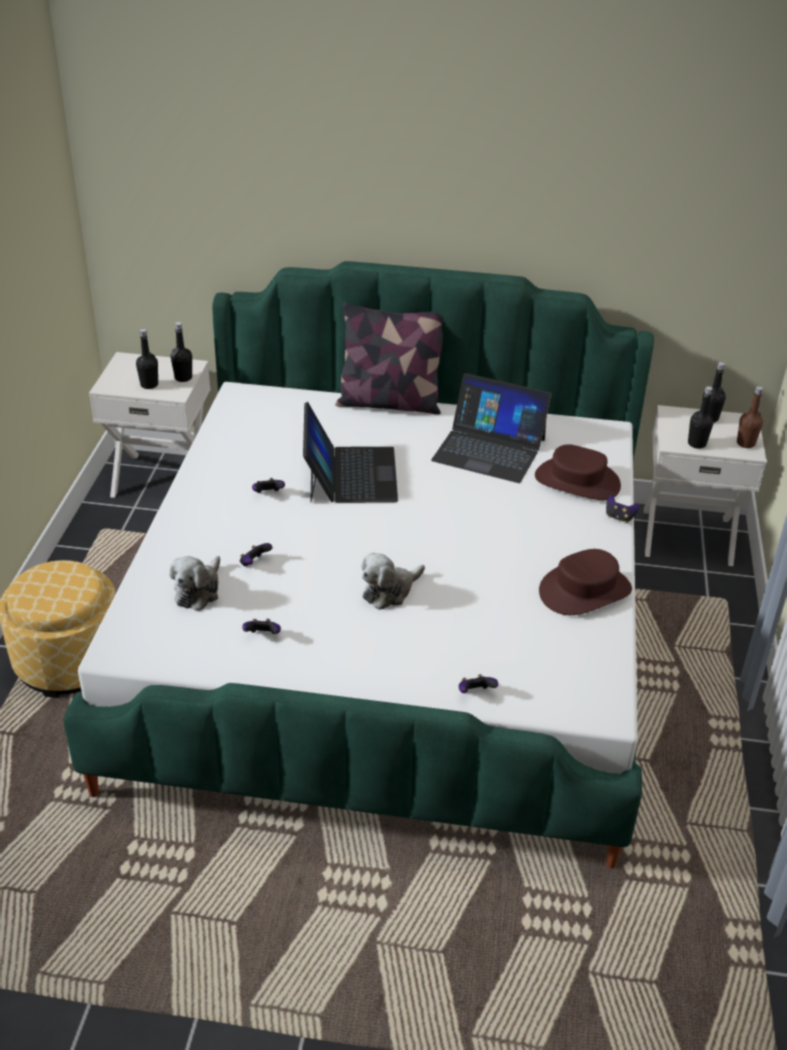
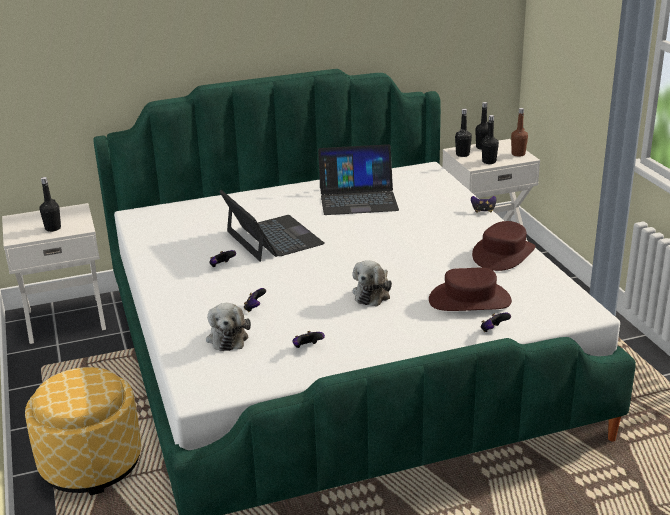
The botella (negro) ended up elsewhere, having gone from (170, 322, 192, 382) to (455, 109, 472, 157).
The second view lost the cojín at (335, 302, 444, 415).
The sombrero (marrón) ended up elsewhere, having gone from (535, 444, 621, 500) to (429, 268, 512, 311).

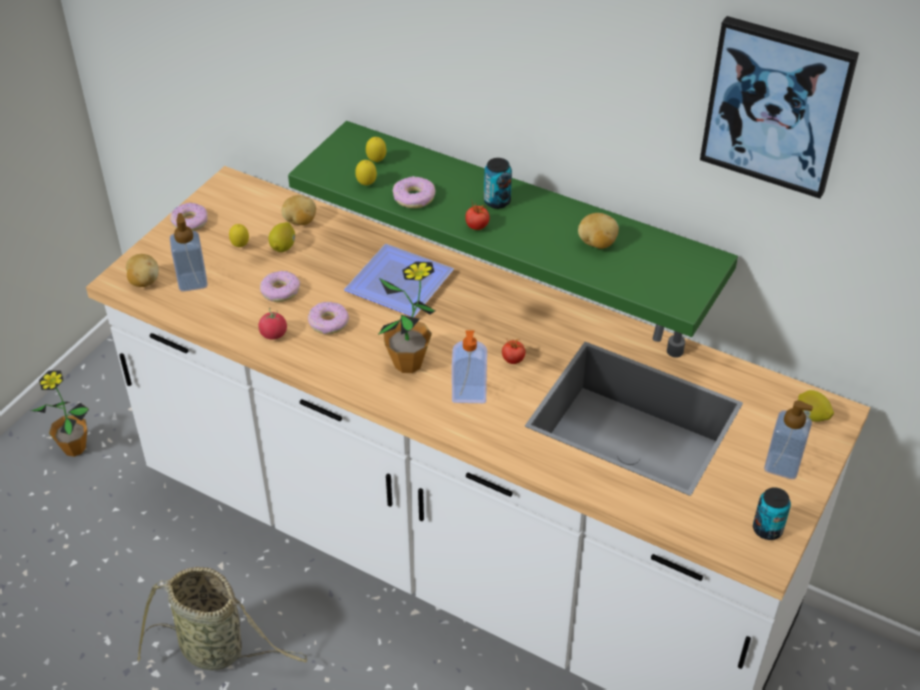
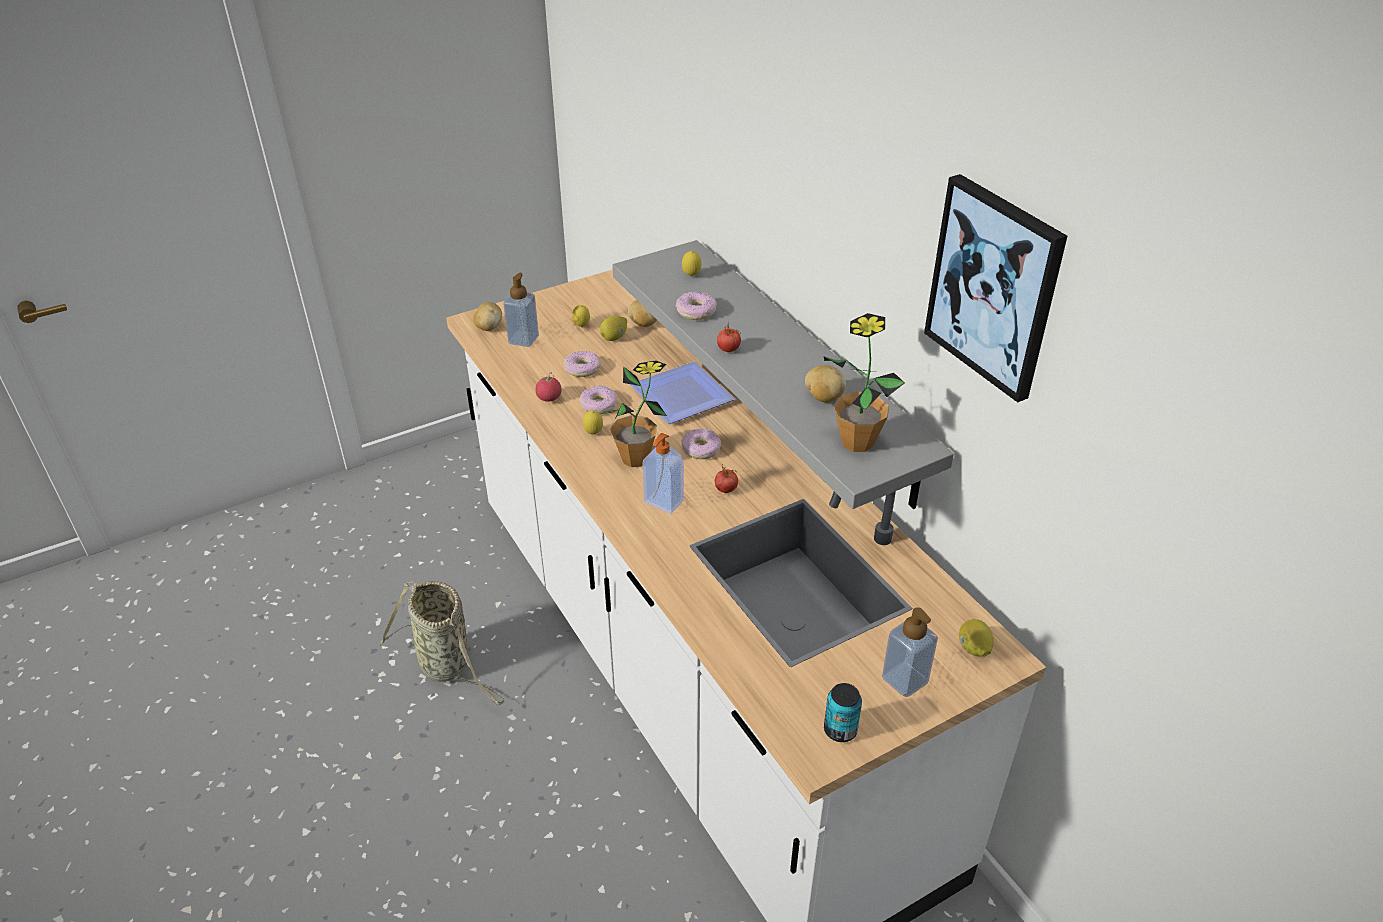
The planta en maceta ended up elsewhere, having gone from (30, 370, 89, 457) to (824, 313, 905, 452).
The rosquilla ended up elsewhere, having gone from (170, 202, 208, 231) to (681, 428, 721, 459).
What was the estante (verde) at (288, 121, 738, 337) turned into the estante (gris) at (612, 240, 954, 509).
The limón ended up elsewhere, having gone from (355, 160, 377, 186) to (583, 410, 603, 435).
The second view lost the lata at (484, 158, 512, 209).

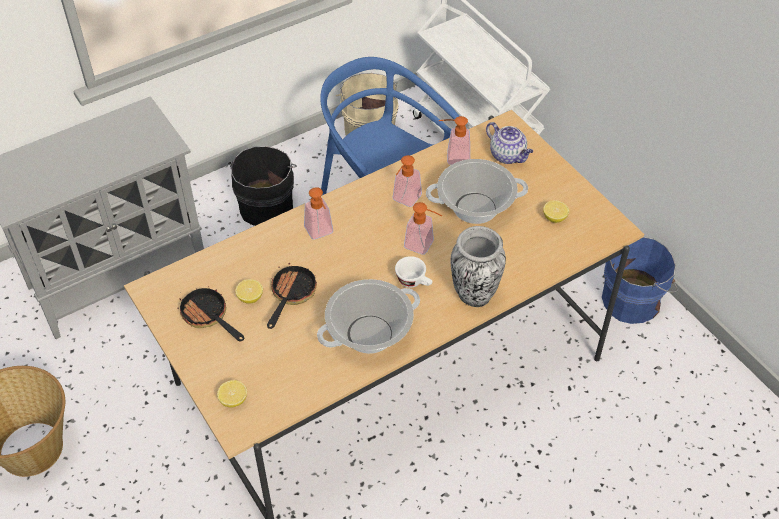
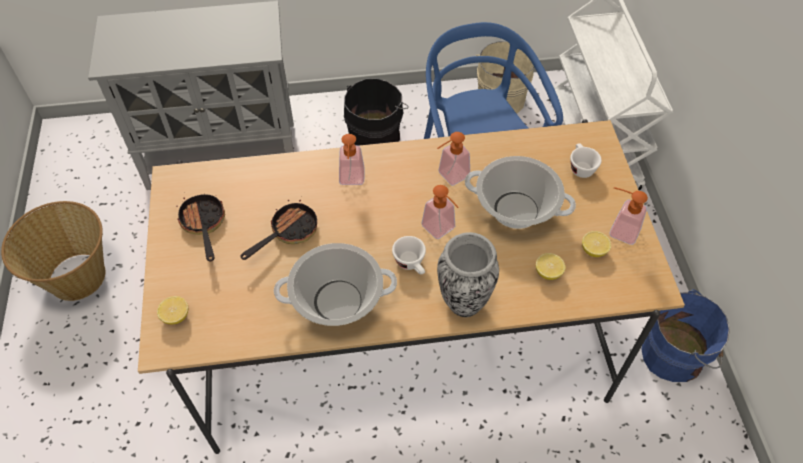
The limón ended up elsewhere, having gone from (235, 279, 263, 304) to (536, 253, 566, 280).
The dispensador de jabón ended up elsewhere, having gone from (439, 116, 470, 165) to (609, 187, 648, 245).
Where the tetera stood at (486, 122, 533, 164), the taza (blanco) came to stand at (570, 143, 602, 178).

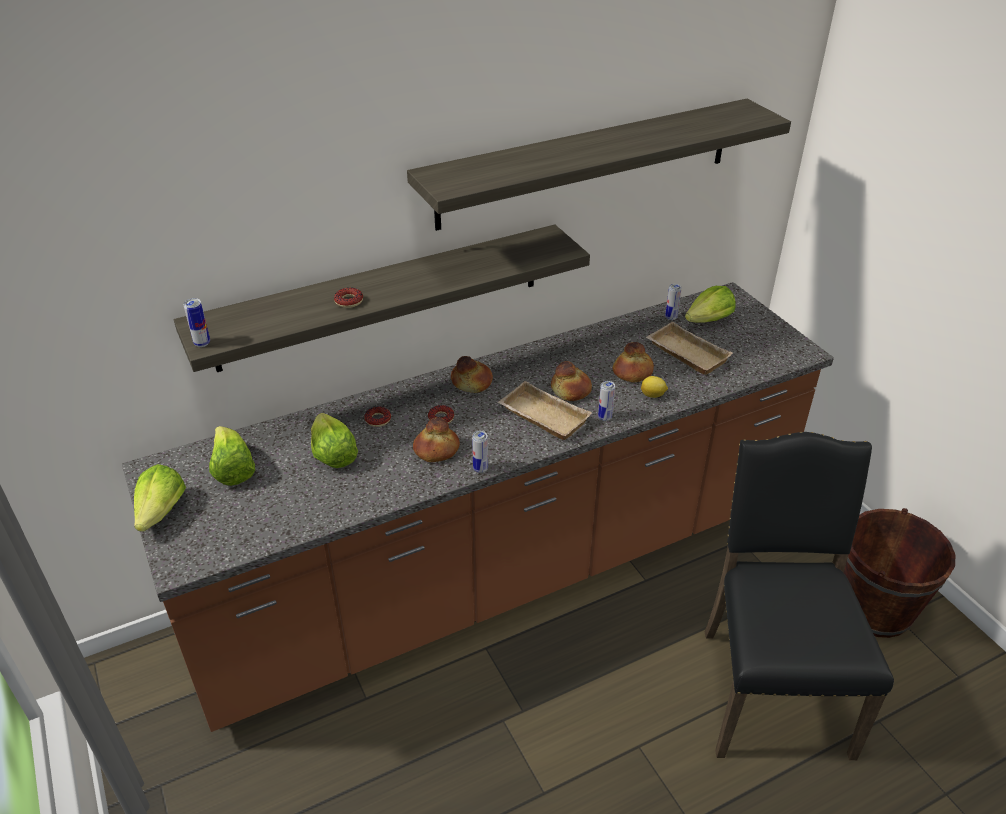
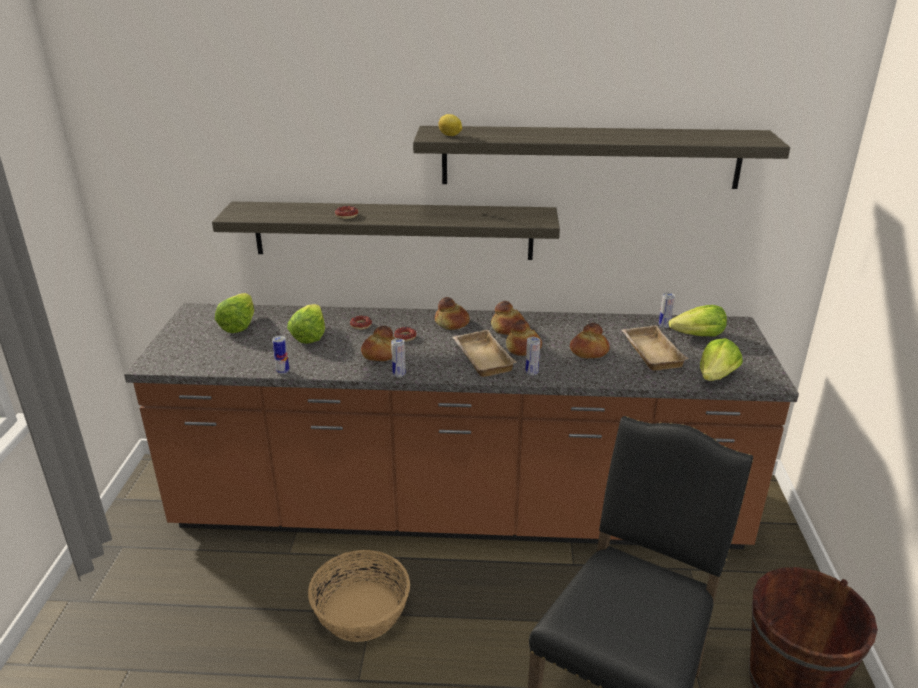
The lechuga ended up elsewhere, having gone from (134, 464, 186, 532) to (700, 338, 743, 381).
The lata ended up elsewhere, having gone from (183, 298, 210, 347) to (272, 335, 289, 374).
The limón ended up elsewhere, having gone from (641, 376, 668, 398) to (438, 114, 462, 136).
The second view gained the cesta at (308, 550, 410, 642).
The second view gained the pan at (491, 301, 525, 335).

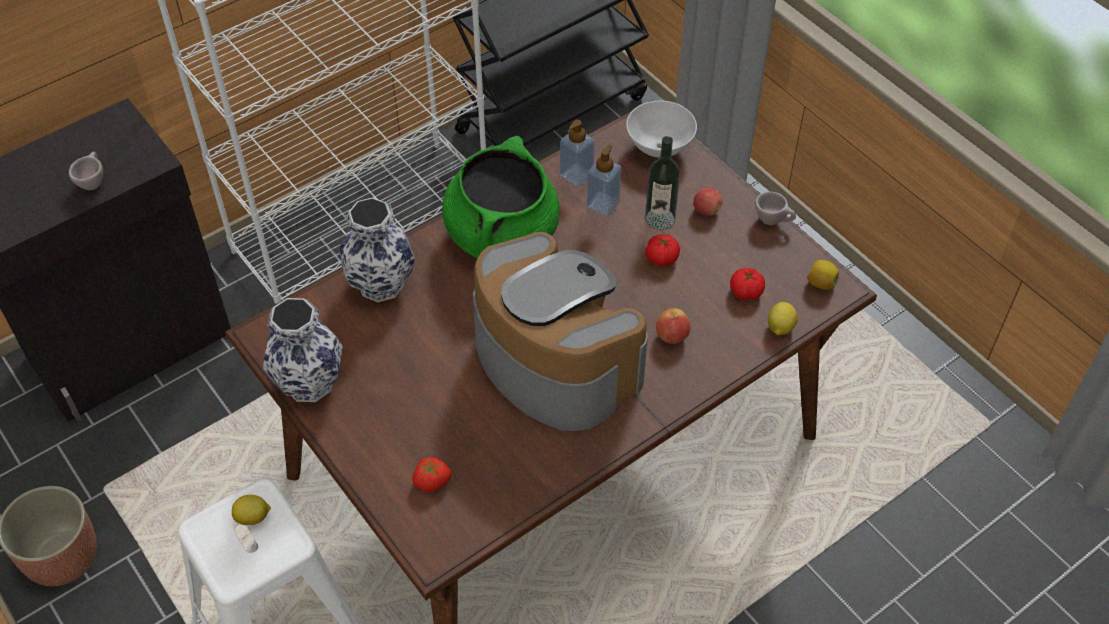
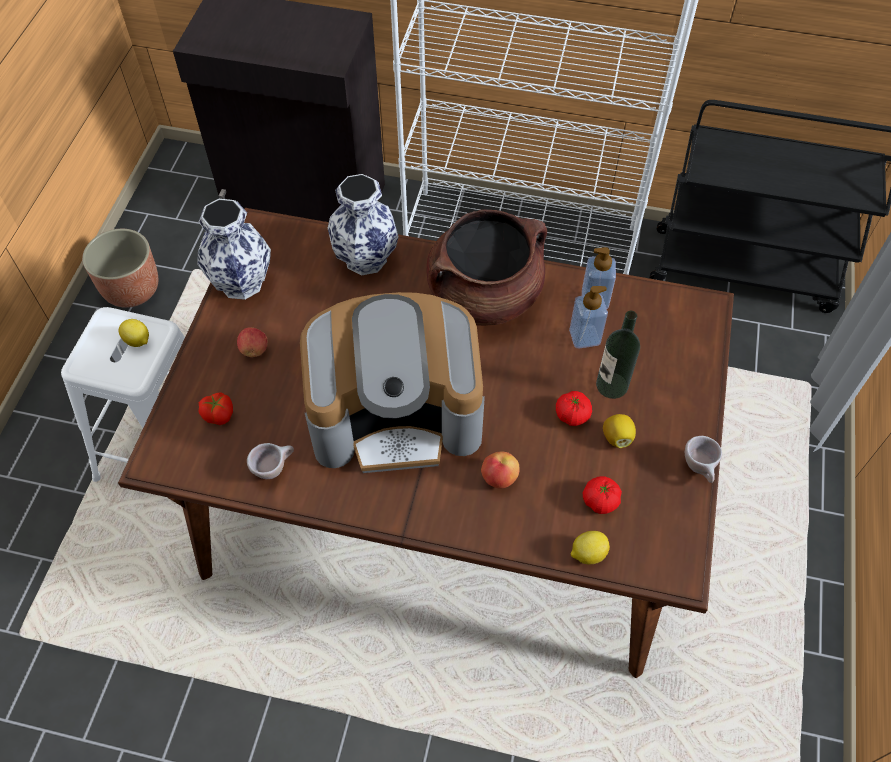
The taza (beis) ended up elsewhere, having gone from (69, 151, 103, 190) to (247, 443, 294, 479).
What was the olla (verde) at (442, 136, 559, 258) turned into the olla (marrón) at (427, 209, 547, 326).
The cafetera at (473, 232, 648, 431) ended up facing another way, 75 degrees clockwise from before.
The second view lost the cuenco (blanco) at (626, 101, 697, 158).
The manzana ended up elsewhere, having gone from (693, 187, 722, 215) to (237, 327, 268, 357).
The limón ended up elsewhere, having gone from (807, 260, 839, 290) to (603, 414, 636, 448).

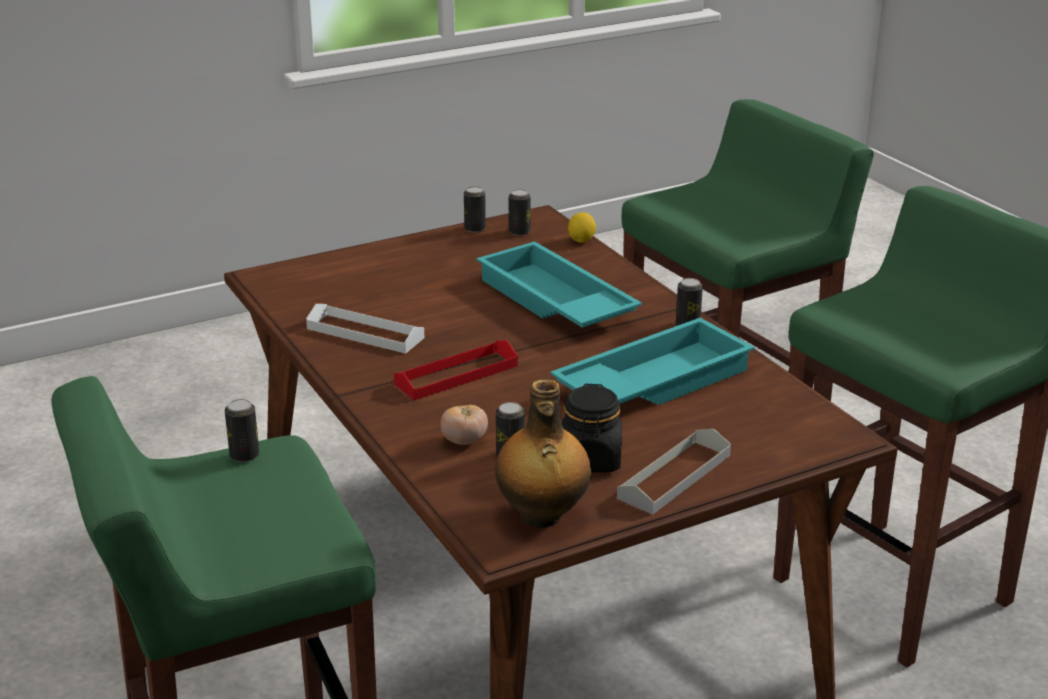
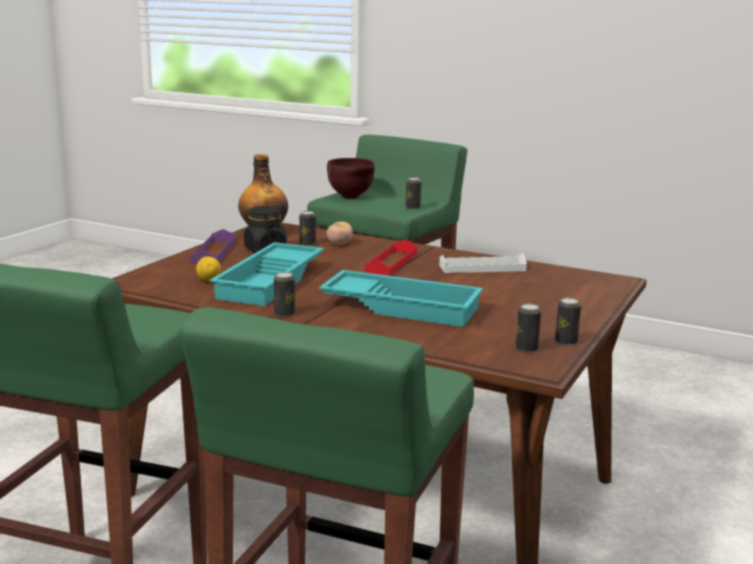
The limón ended up elsewhere, having gone from (568, 213, 596, 243) to (196, 257, 221, 281).
What was the bandeja (gris) at (617, 429, 731, 515) turned into the bandeja (morado) at (190, 229, 236, 264).
The second view gained the cuenco (marrón) at (327, 158, 375, 199).

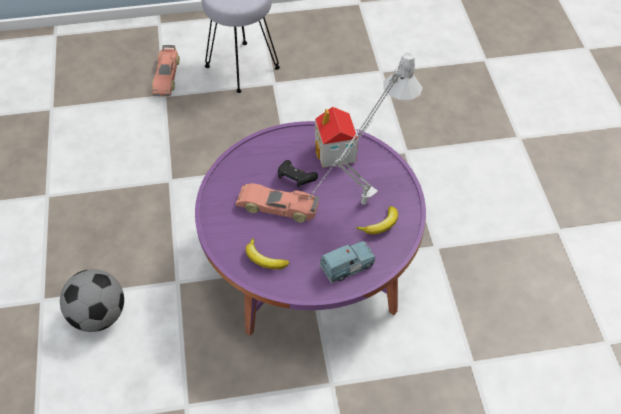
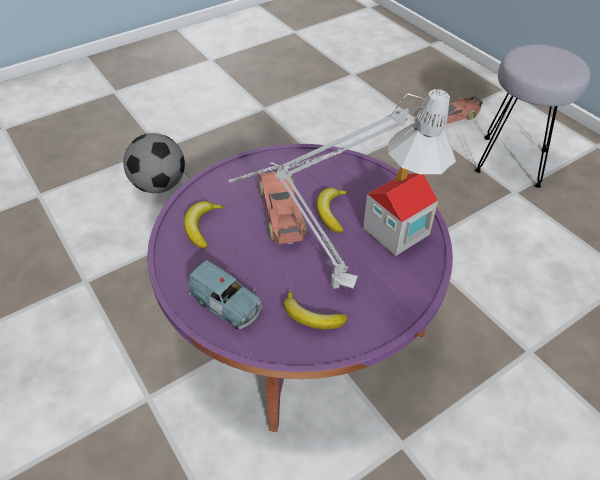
Where the mando de consola (negro) stood at (278, 160, 318, 187), the plátano came to stand at (316, 188, 349, 233).

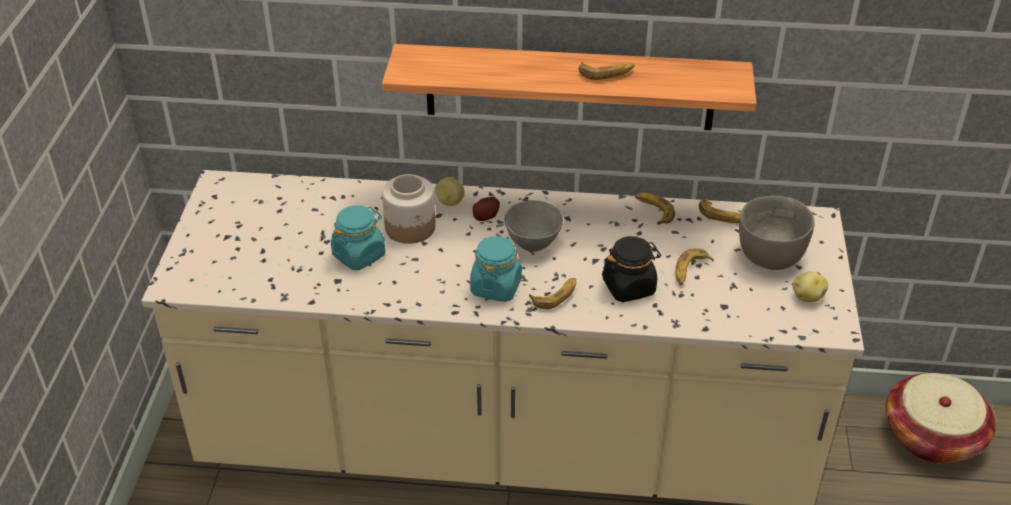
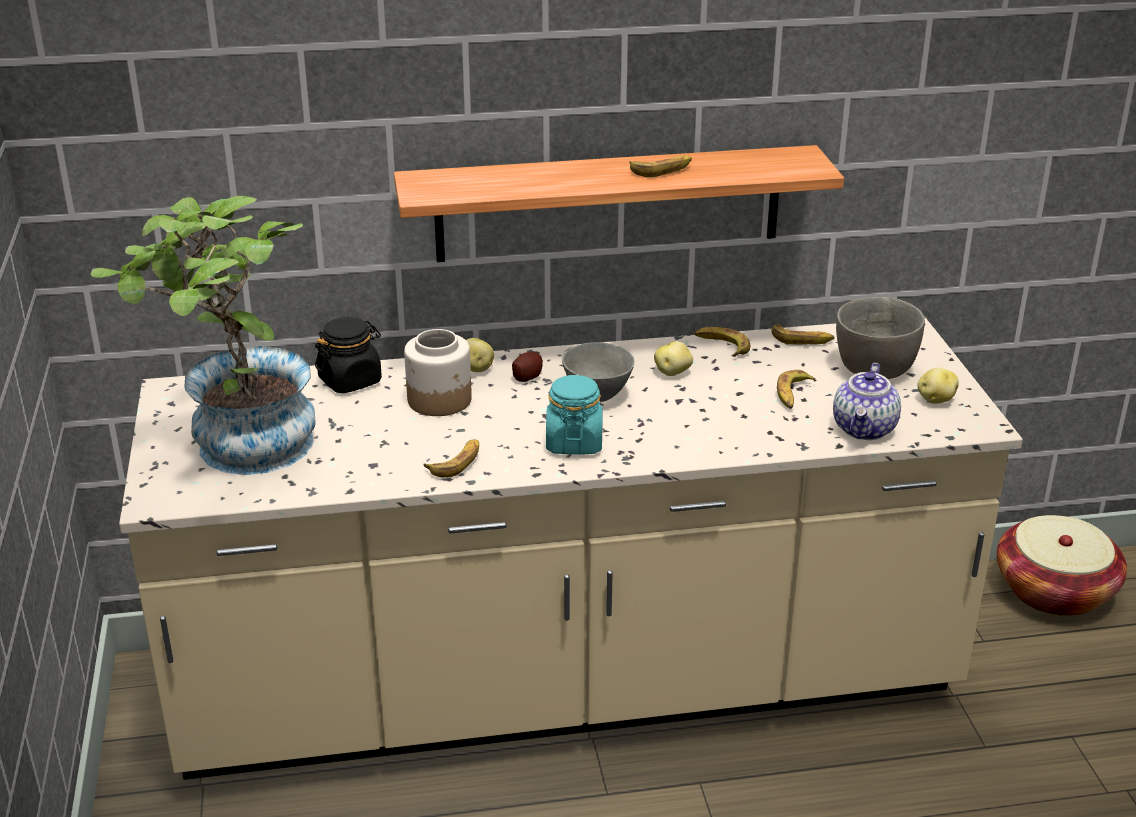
The second view lost the tarro (turquesa) at (331, 206, 386, 270).
The plátano ended up elsewhere, having gone from (529, 278, 577, 309) to (424, 440, 479, 477).
The tarro (negro) ended up elsewhere, having gone from (602, 236, 661, 302) to (315, 317, 382, 393).
The second view gained the planta en maceta at (91, 196, 315, 475).
The second view gained the patata at (654, 341, 693, 376).
The second view gained the tetera at (833, 363, 901, 440).

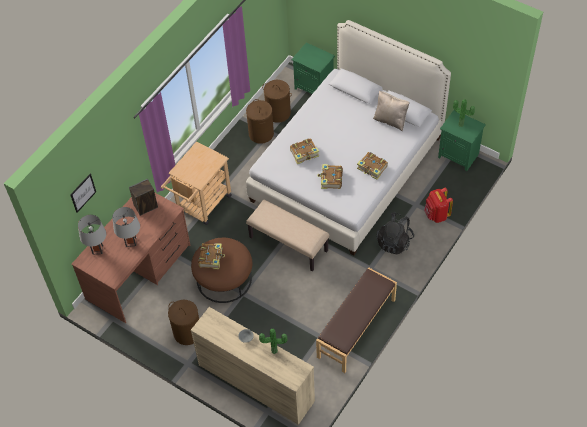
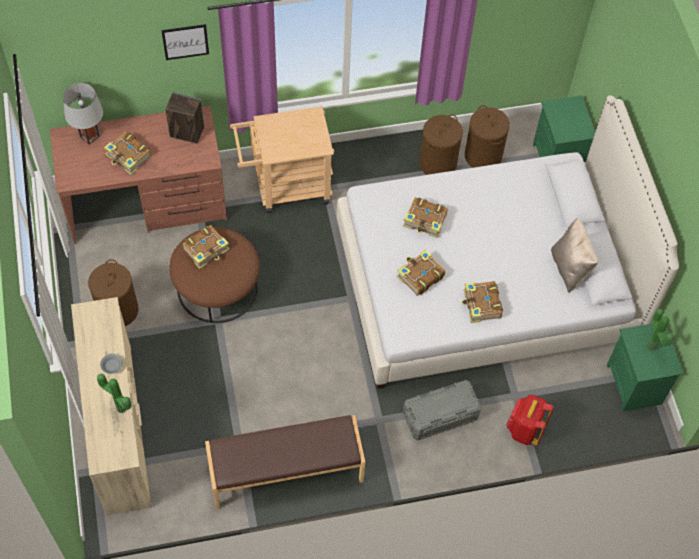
The cuadro ended up elsewhere, having gone from (70, 174, 96, 213) to (161, 24, 209, 60).
Where the lámpara de mesa (gris) stood at (112, 207, 140, 247), the libro came to stand at (104, 131, 152, 175).
The second view lost the banco (beis) at (246, 200, 329, 272).
Where the mochila (negro) stood at (376, 212, 414, 255), the caja de almacenaje (gris) came to stand at (403, 380, 481, 440).

